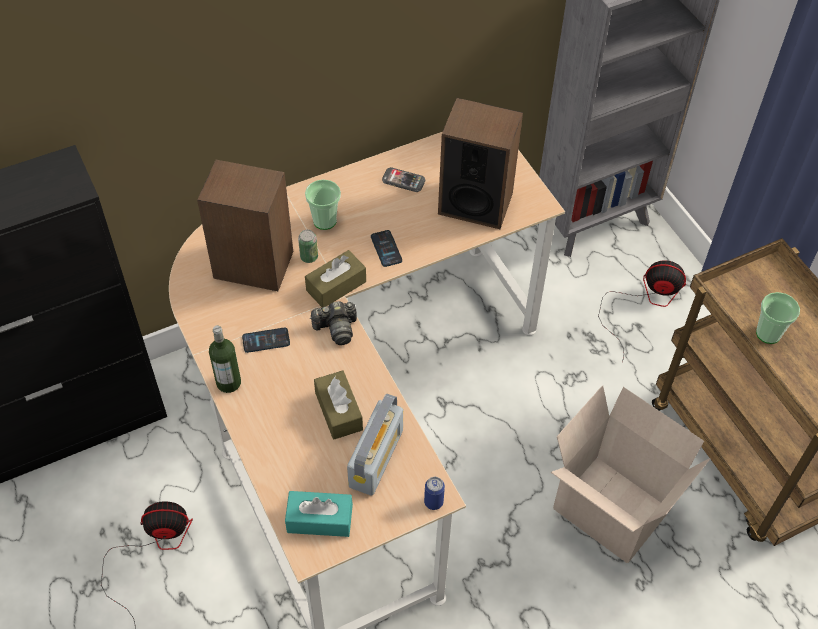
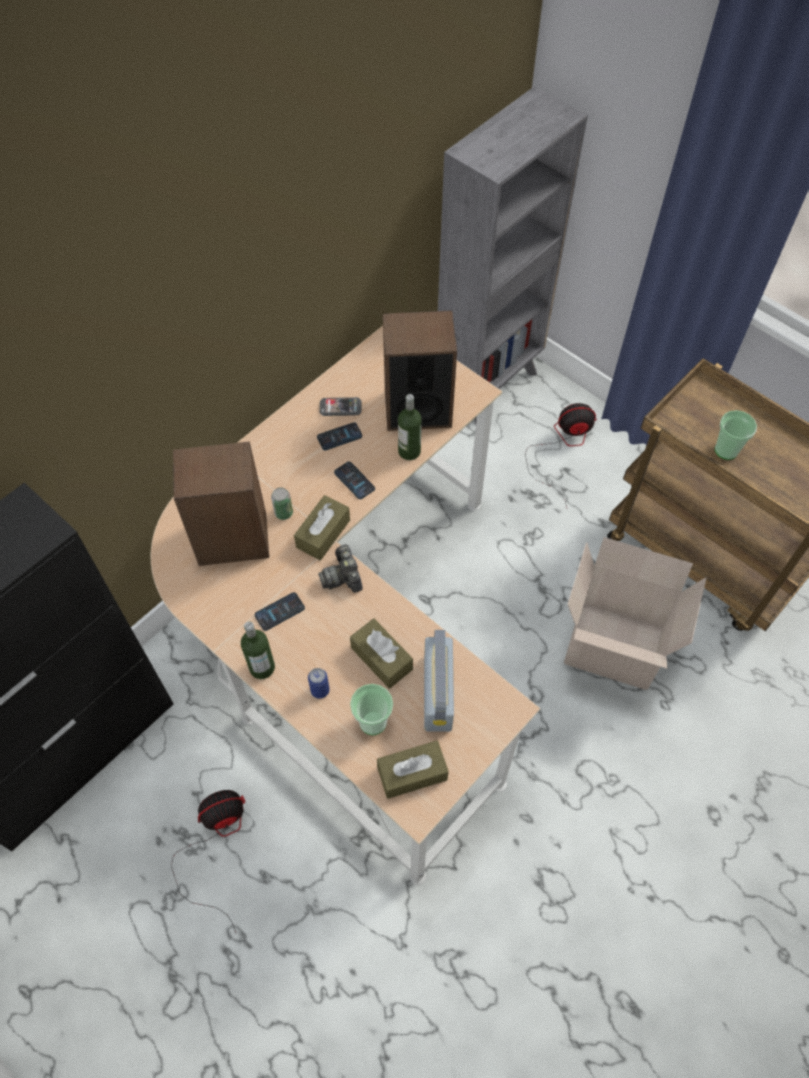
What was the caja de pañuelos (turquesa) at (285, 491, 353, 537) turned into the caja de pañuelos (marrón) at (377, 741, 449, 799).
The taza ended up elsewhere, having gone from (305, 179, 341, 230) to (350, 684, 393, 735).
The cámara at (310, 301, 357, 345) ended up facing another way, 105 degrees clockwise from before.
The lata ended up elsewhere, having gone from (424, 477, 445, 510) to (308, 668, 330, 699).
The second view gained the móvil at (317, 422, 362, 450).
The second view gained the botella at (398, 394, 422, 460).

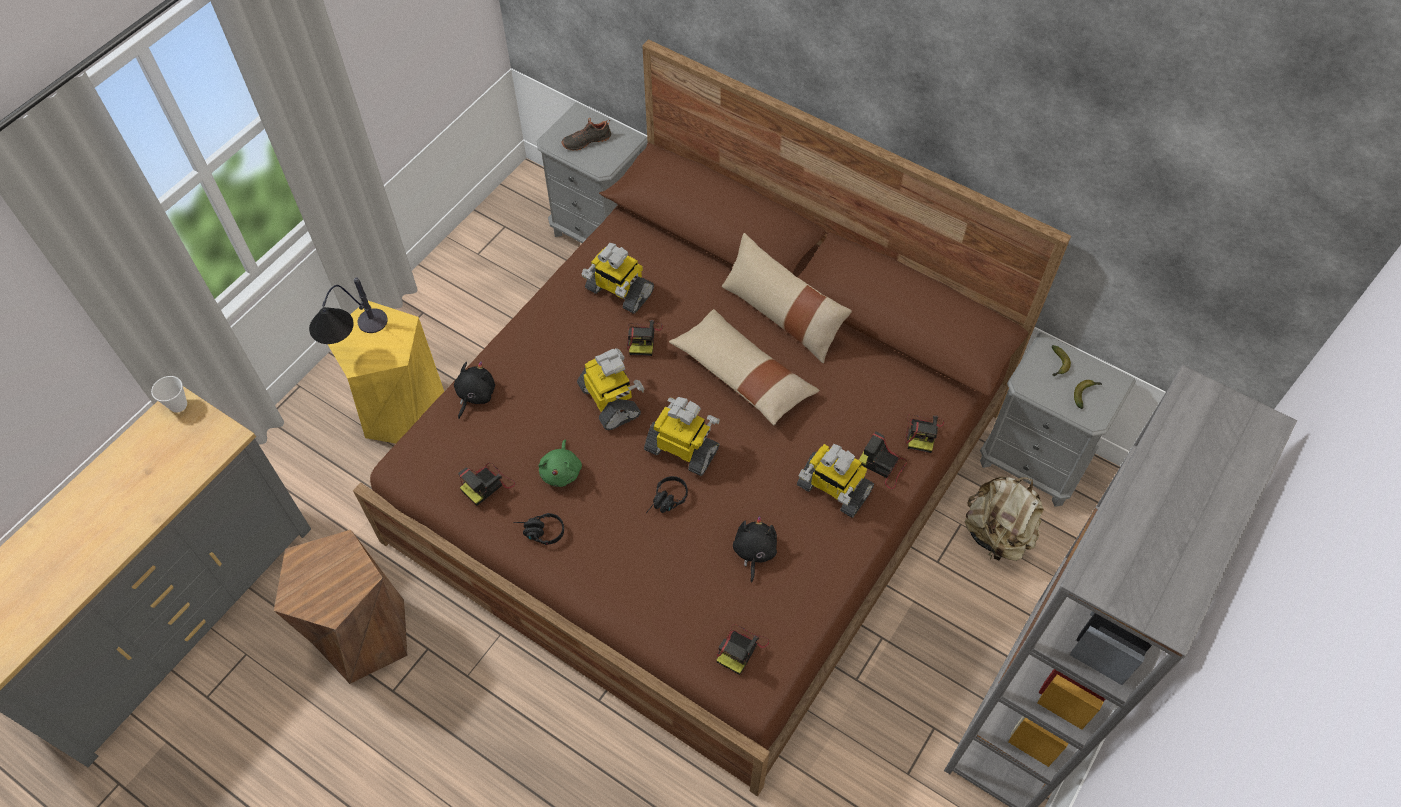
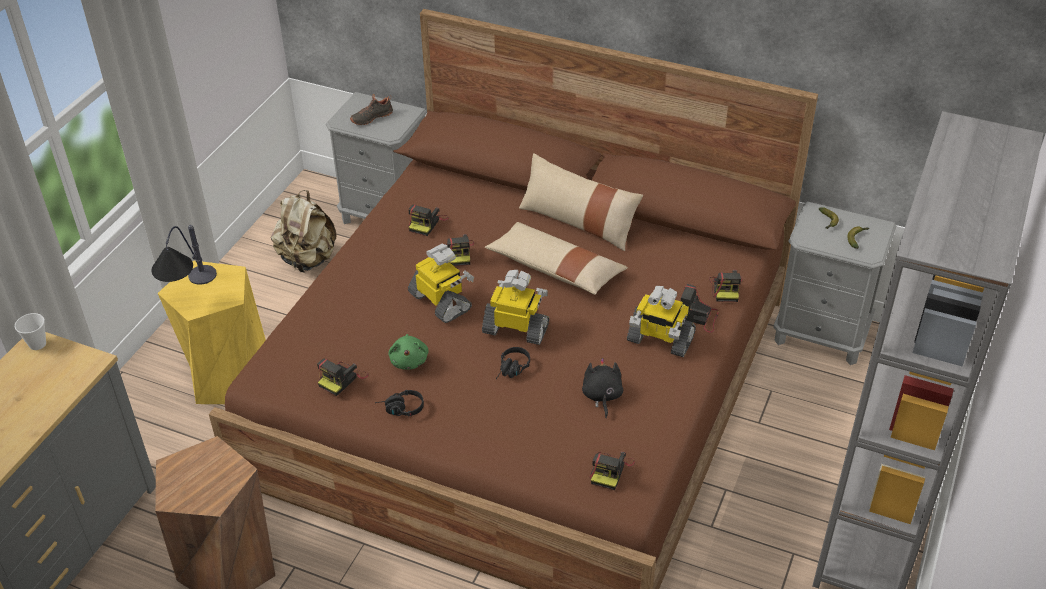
The second view lost the peluche (negro) at (454, 361, 495, 419).
Where the robot de juguete stood at (581, 243, 654, 314), the cámara came to stand at (408, 205, 448, 236).
The mochila (beis) ended up elsewhere, having gone from (965, 477, 1044, 561) to (271, 190, 337, 273).

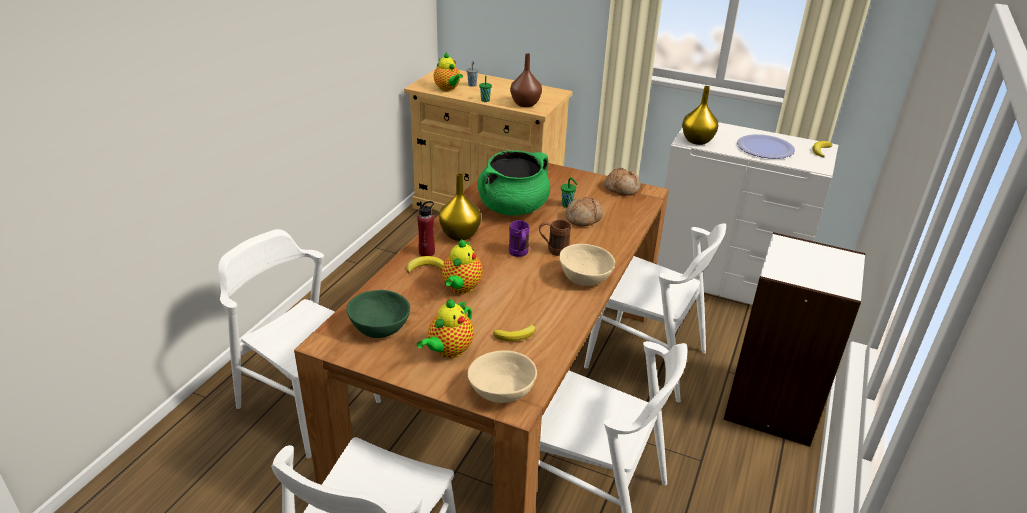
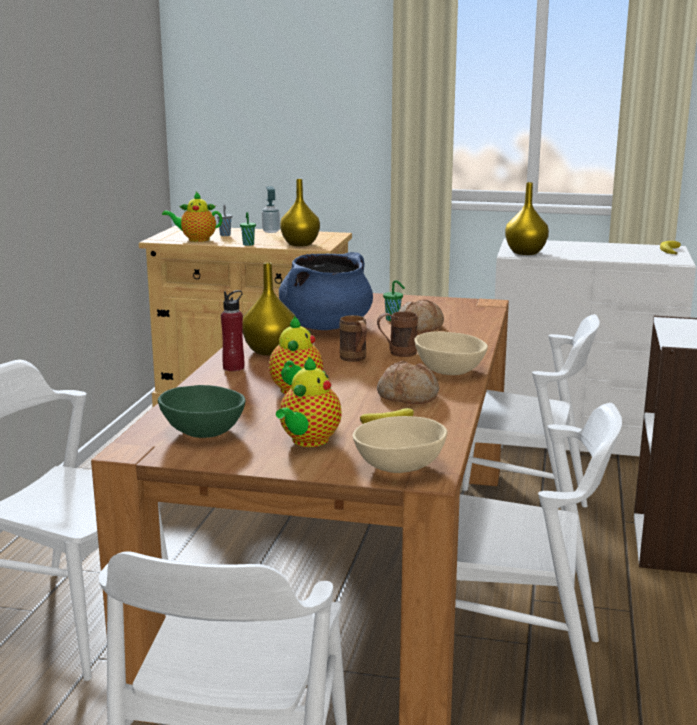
The second view lost the plátano at (407, 256, 444, 273).
The tetera at (434, 52, 463, 92) ended up facing another way, 135 degrees clockwise from before.
What was the olla (verde) at (477, 150, 550, 216) turned into the olla (azul) at (279, 252, 373, 330).
What was the taza grande (morado) at (509, 220, 529, 257) turned into the taza grande (marrón) at (340, 315, 367, 362).
What was the florero (marrón) at (510, 53, 542, 107) turned into the florero (amarillo) at (280, 179, 320, 246).
The pan ended up elsewhere, having gone from (604, 168, 641, 196) to (377, 361, 439, 404).
The second view lost the plato at (737, 134, 795, 159).
The second view gained the dispensador de jabón at (262, 186, 280, 233).

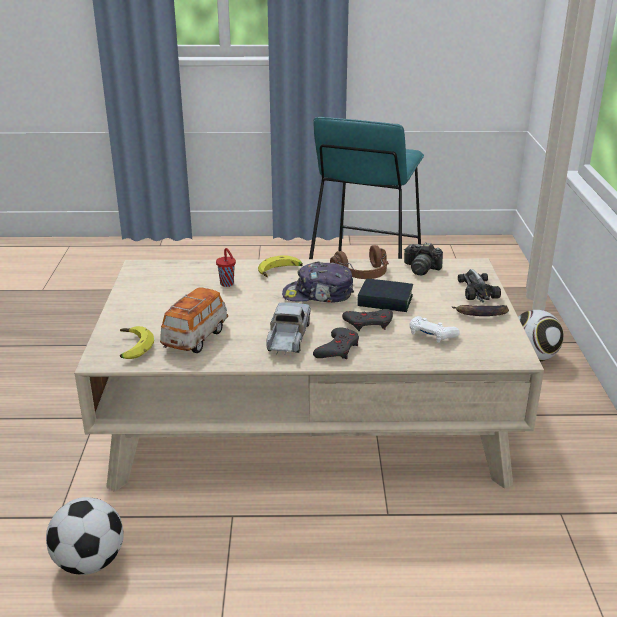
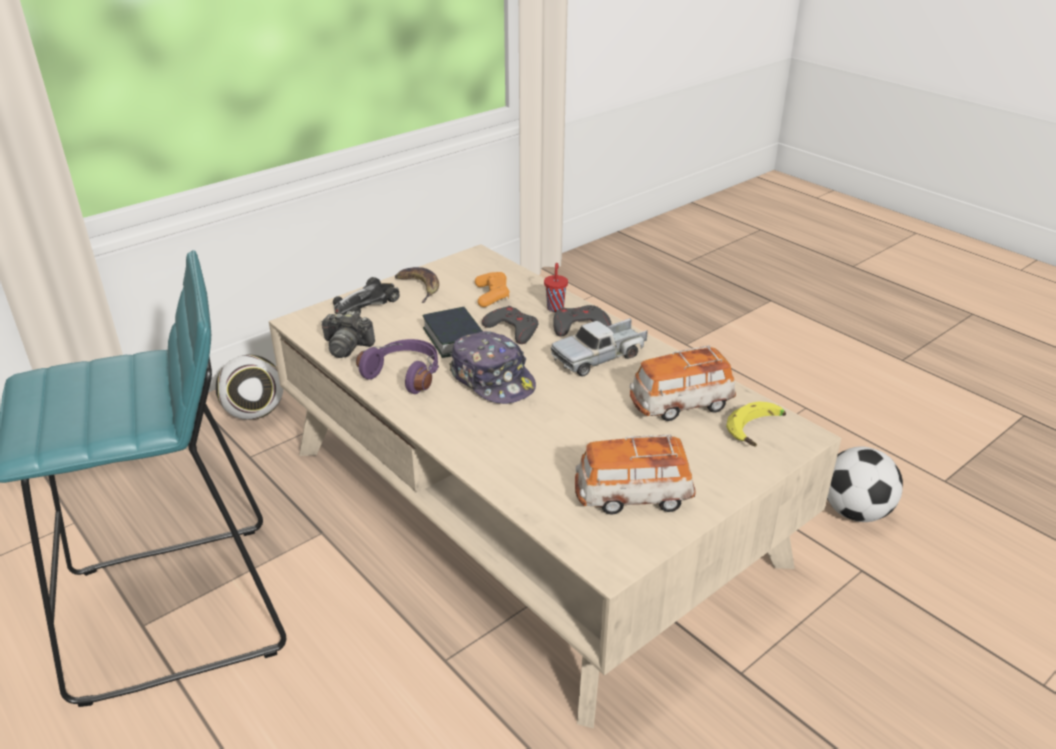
The taza (rojo) ended up elsewhere, having gone from (216, 248, 236, 287) to (544, 263, 568, 312).
The second view lost the plátano at (258, 256, 303, 277).
What was the auriculares (marrón) at (330, 245, 389, 279) turned into the auriculares (morado) at (356, 339, 439, 394).
The cámara at (404, 242, 443, 275) ended up facing another way, 120 degrees clockwise from before.
What was the mando de consola (blanco) at (410, 316, 460, 343) turned into the mando de consola (naranja) at (475, 272, 509, 307).
The second view gained the coche de juguete at (575, 435, 696, 514).

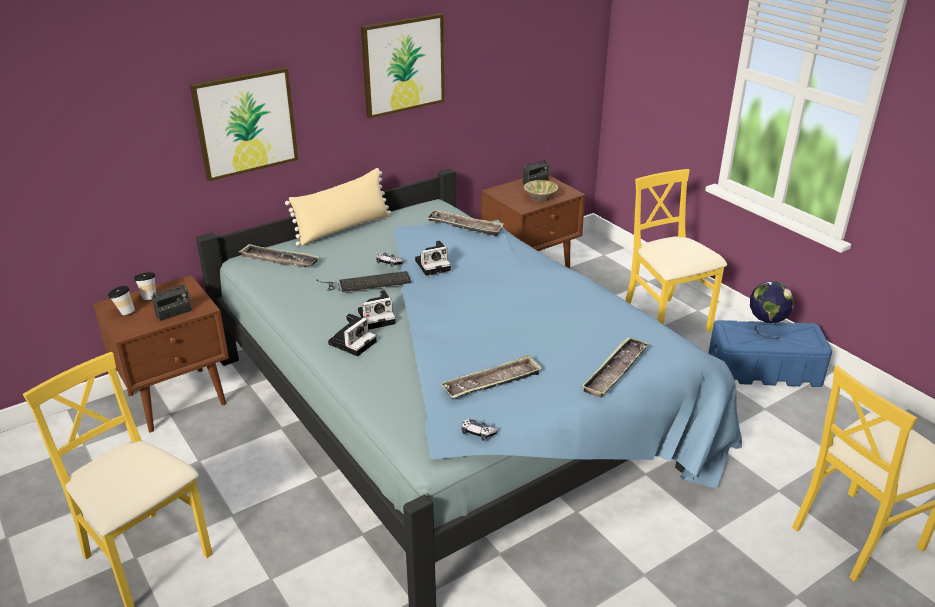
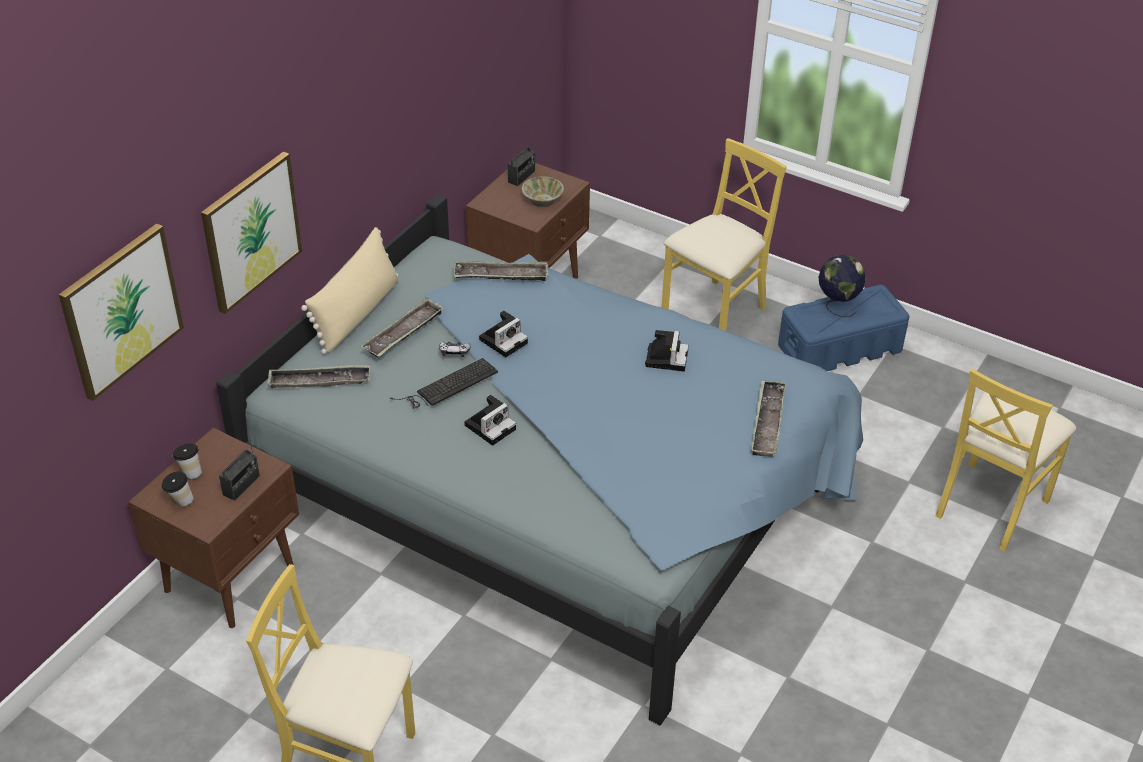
The cámara ended up elsewhere, having gone from (328, 314, 376, 356) to (645, 330, 689, 372).
The cuadro ended up elsewhere, having gone from (361, 13, 445, 118) to (59, 223, 184, 401).
The bandeja ended up elsewhere, having gone from (441, 355, 542, 399) to (362, 297, 444, 358).
The second view lost the mando de consola at (461, 418, 498, 441).
The silla (amarillo) at (625, 169, 727, 332) ended up facing another way, 90 degrees clockwise from before.

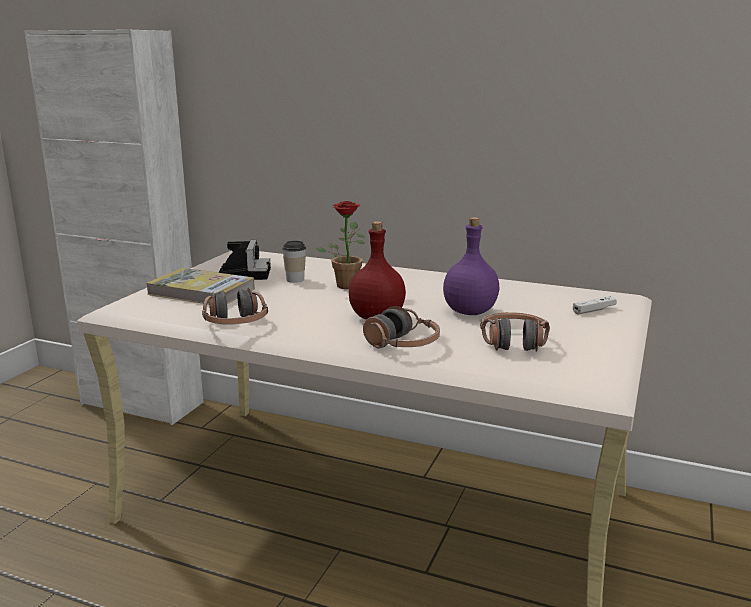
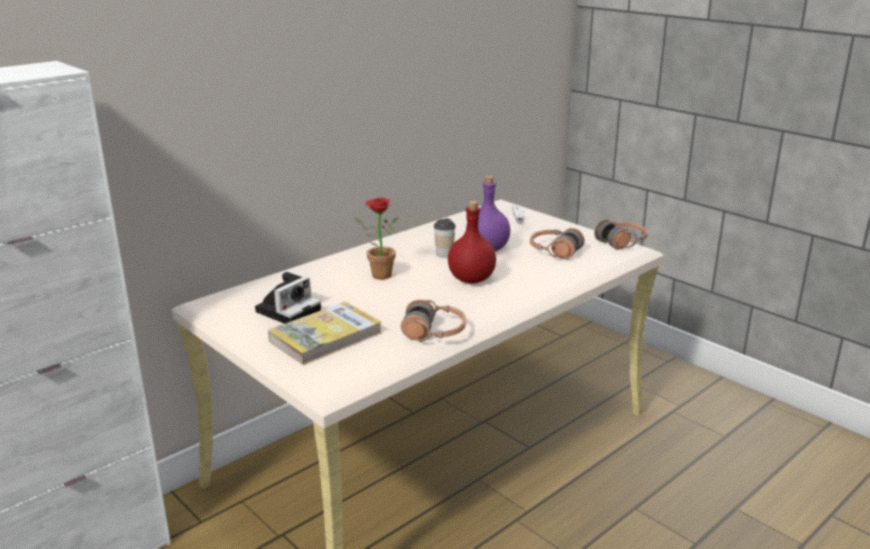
The cámara at (219, 240, 271, 280) ended up facing another way, 105 degrees clockwise from before.
The taza ended up elsewhere, having gone from (282, 241, 306, 283) to (434, 218, 456, 258).
The auriculares ended up elsewhere, having gone from (363, 306, 440, 348) to (594, 220, 648, 249).

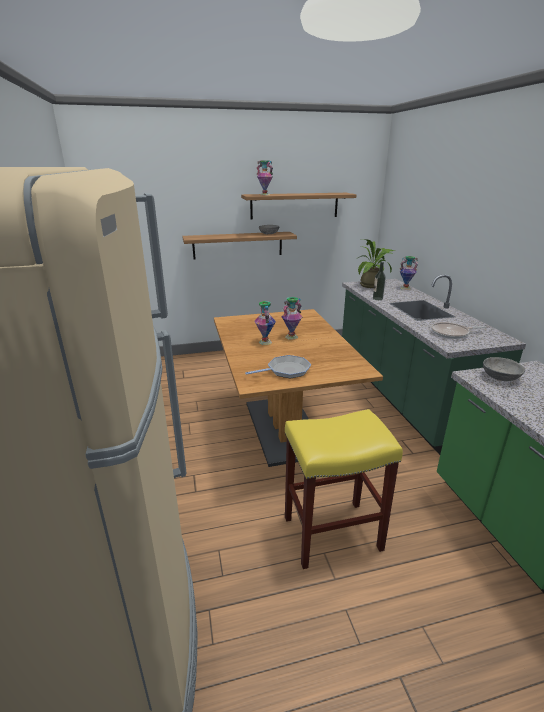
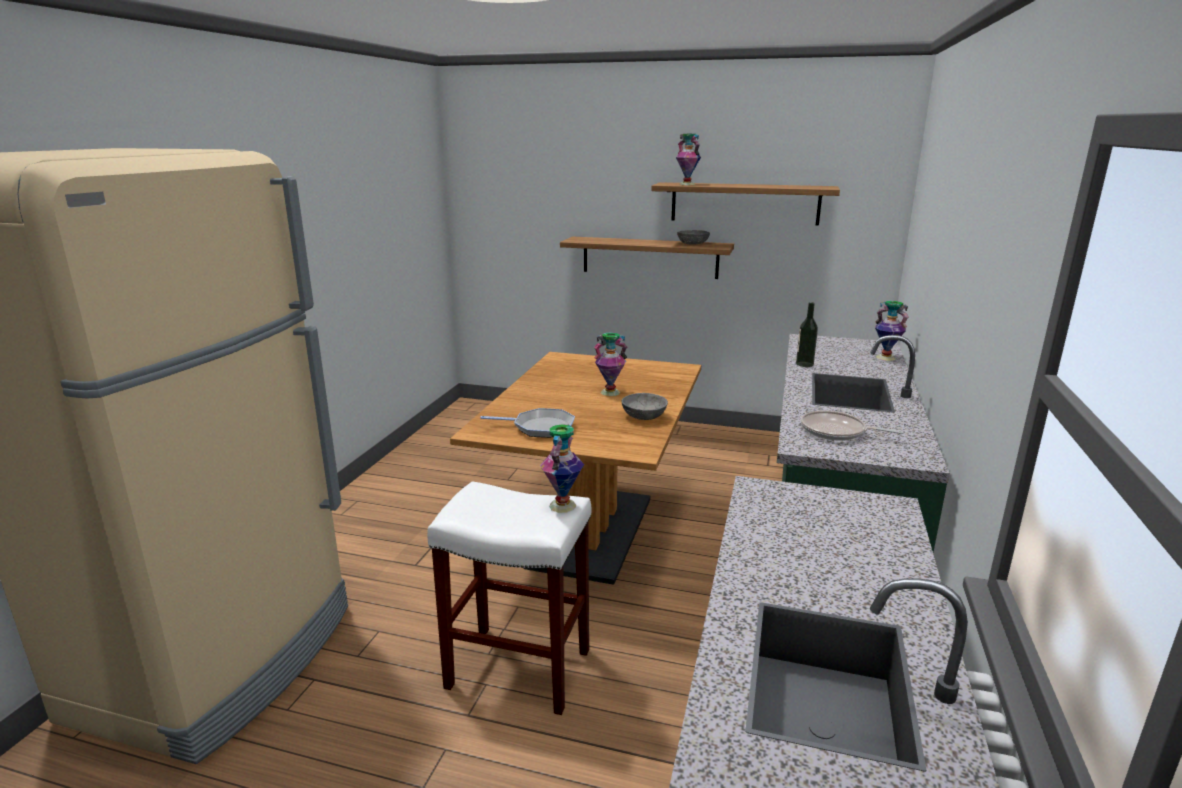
The florero ended up elsewhere, having gone from (254, 301, 276, 345) to (540, 424, 584, 513).
What was the taburete (amarillo) at (285, 409, 403, 569) turned into the taburete (blanco) at (427, 481, 591, 715).
The second view lost the planta en maceta at (356, 239, 395, 288).
The cuenco (gris) ended up elsewhere, having gone from (483, 357, 525, 381) to (622, 393, 668, 420).

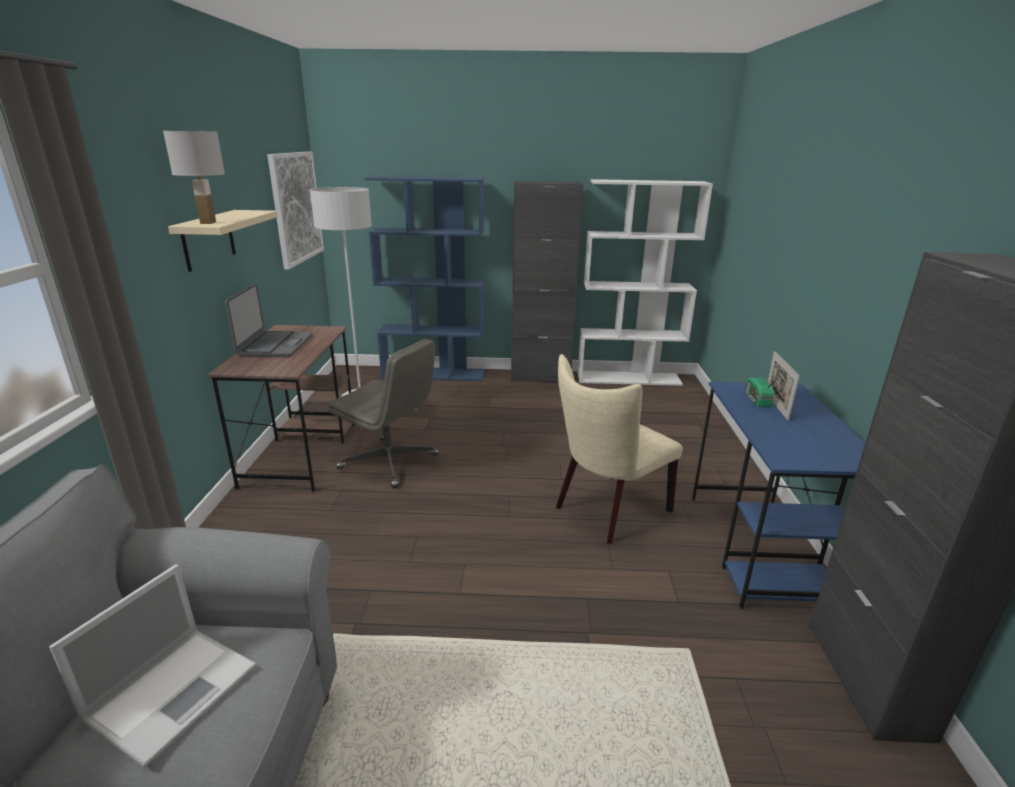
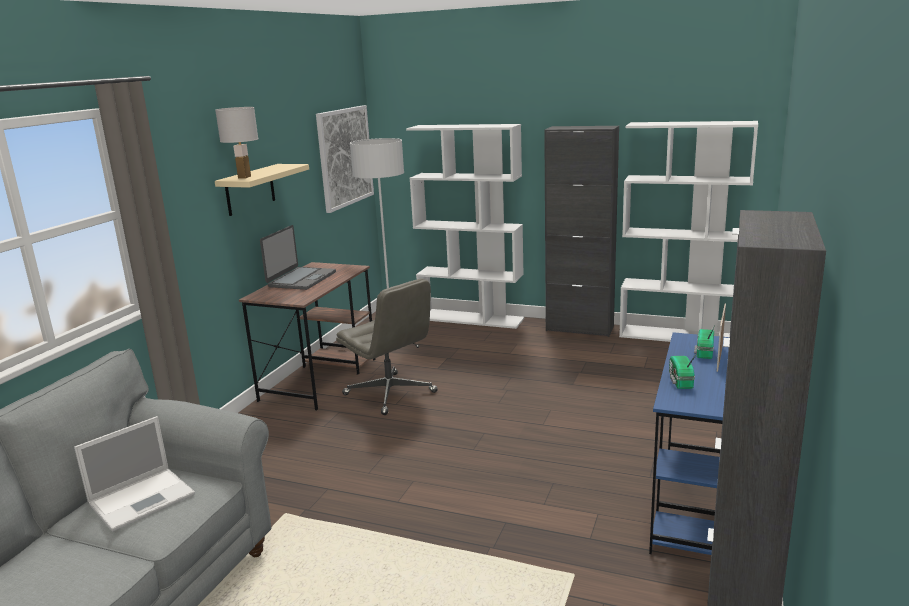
What was the estantería (azul) at (364, 176, 484, 381) turned into the estantería (blanco) at (406, 124, 524, 329).
The second view lost the silla (beis) at (556, 354, 683, 544).
The second view gained the radio at (669, 353, 697, 389).

